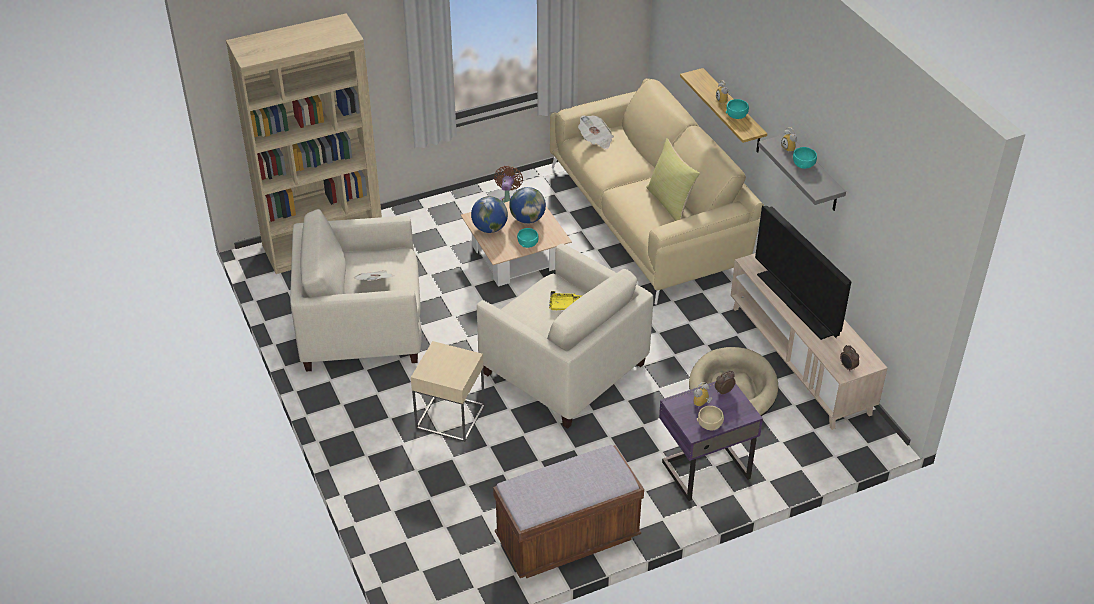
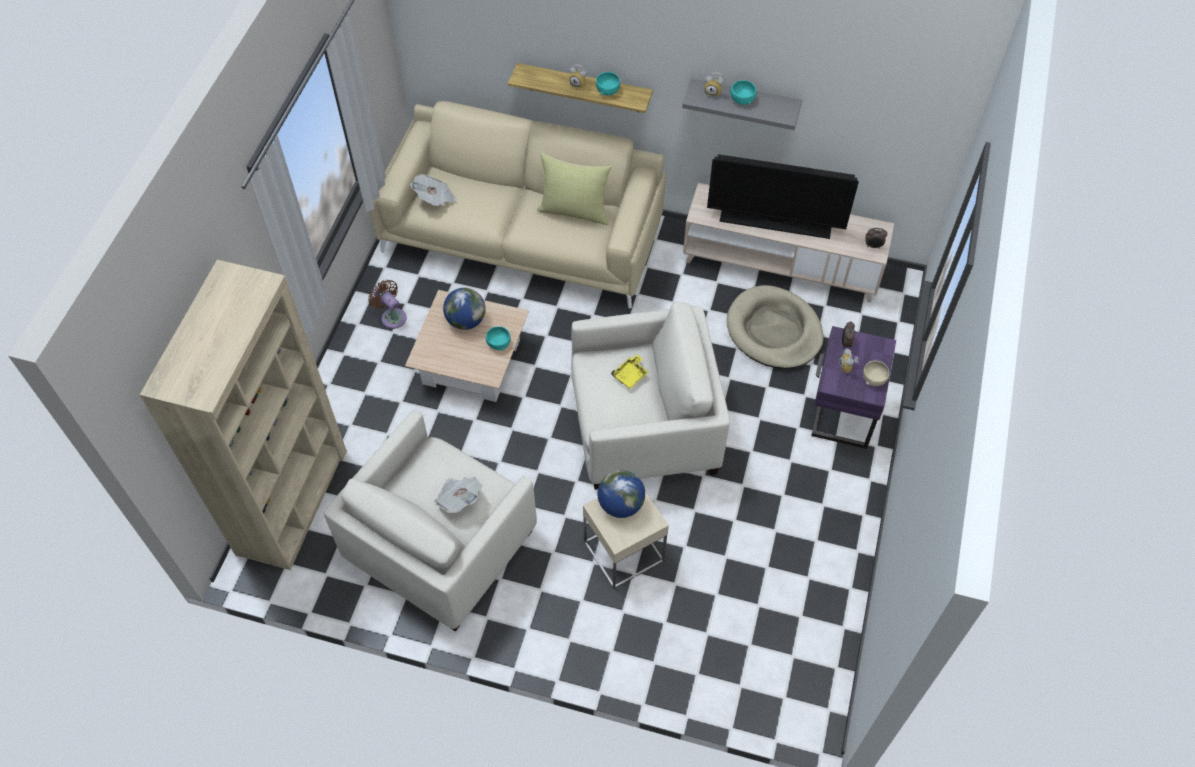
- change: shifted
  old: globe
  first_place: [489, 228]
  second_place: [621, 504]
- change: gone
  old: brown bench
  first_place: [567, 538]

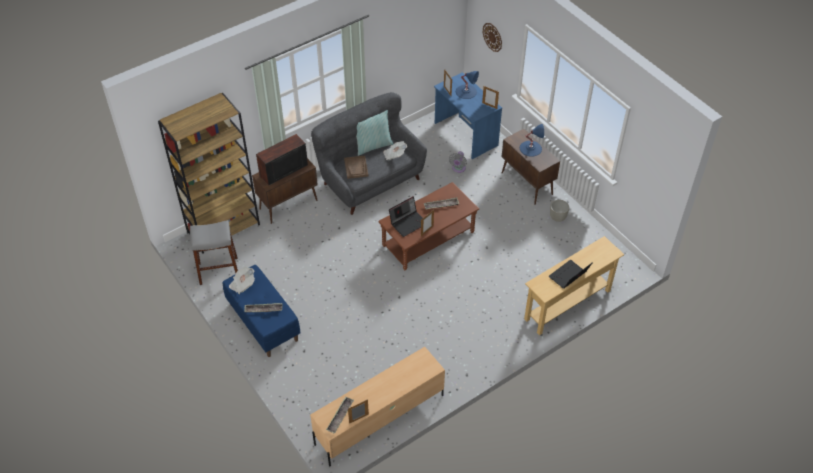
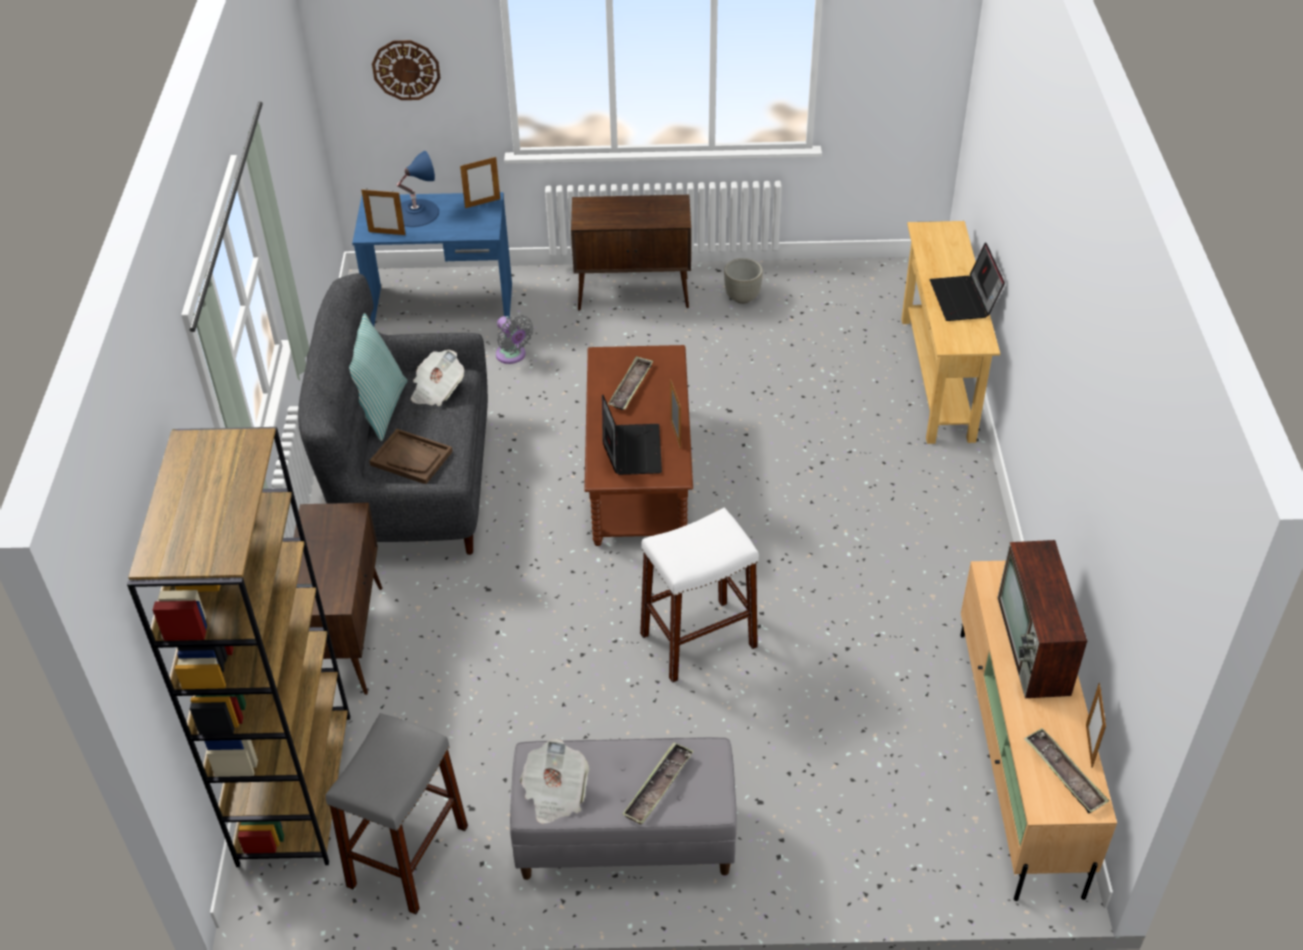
- change: gone
  old: blue table lamp
  first_place: [530, 148]
- change: shifted
  old: television
  first_place: [283, 171]
  second_place: [1034, 647]
- change: repainted
  old: blue bench
  new: grey bench
  first_place: [263, 322]
  second_place: [624, 839]
- change: new
  new: white stool
  second_place: [698, 640]

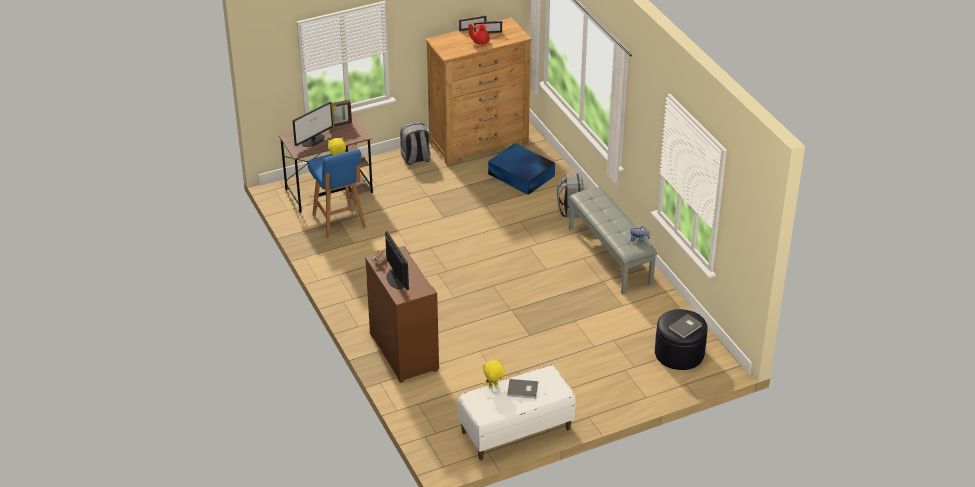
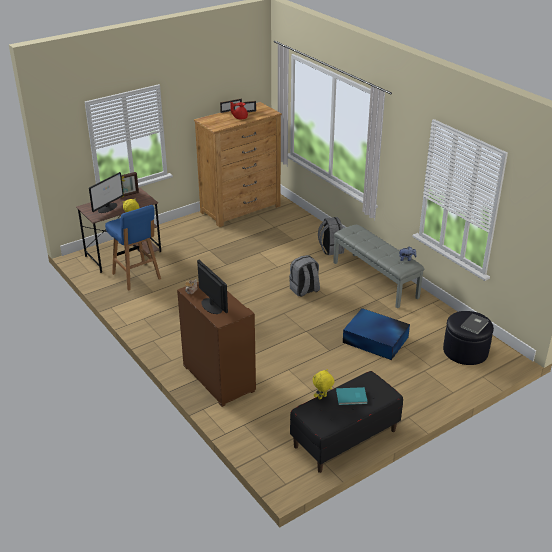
- change: shifted
  old: grey backpack
  first_place: [415, 158]
  second_place: [304, 290]
- change: shifted
  old: blue storage box
  first_place: [521, 175]
  second_place: [376, 340]
- change: repainted
  old: white bench
  new: black bench
  first_place: [516, 431]
  second_place: [345, 439]
- change: repainted
  old: grey book
  new: turquoise book
  first_place: [523, 390]
  second_place: [352, 397]

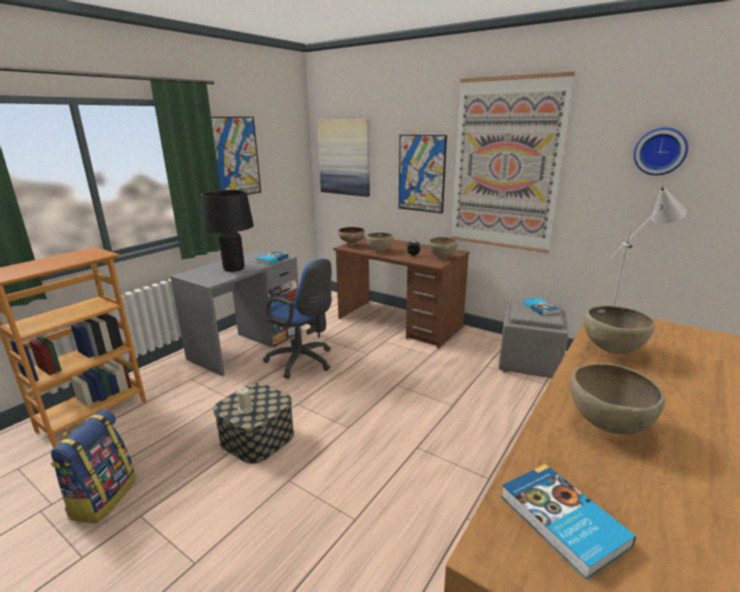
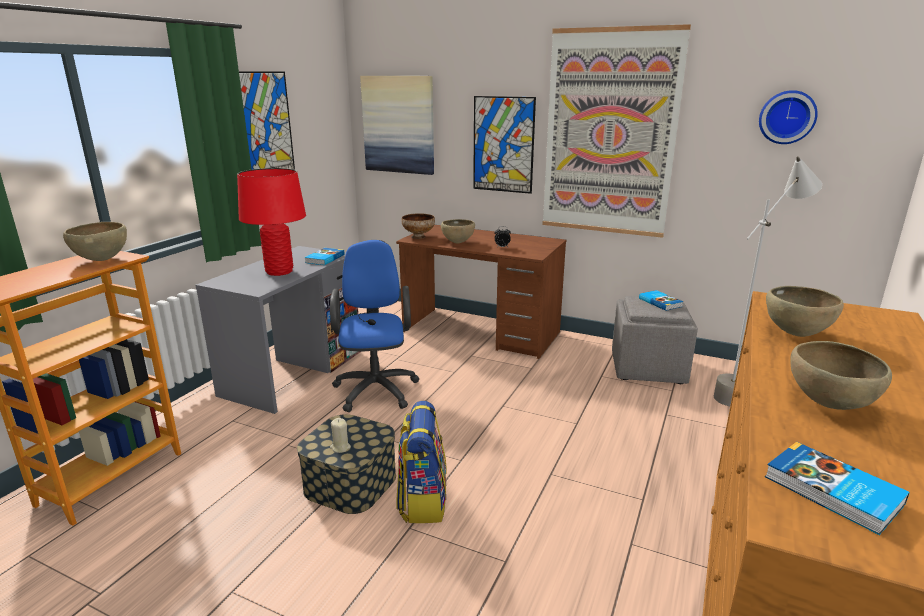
- change: repainted
  old: black table lamp
  new: red table lamp
  first_place: [234, 268]
  second_place: [279, 272]
- change: shifted
  old: brown bowl
  first_place: [442, 257]
  second_place: [102, 260]
- change: rotated
  old: blue office chair
  first_place: [303, 362]
  second_place: [376, 388]
  degrees: -120
- change: shifted
  old: backpack
  first_place: [103, 497]
  second_place: [422, 500]

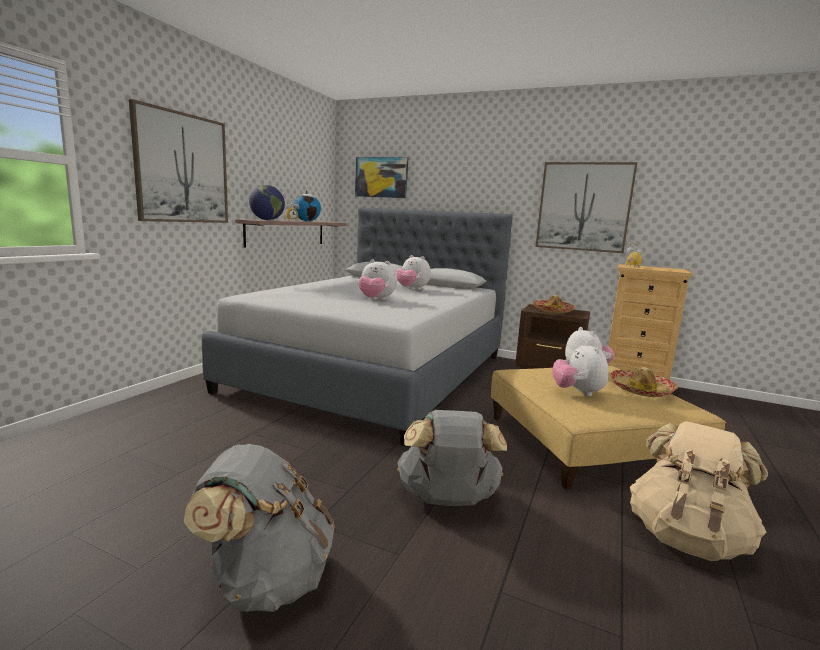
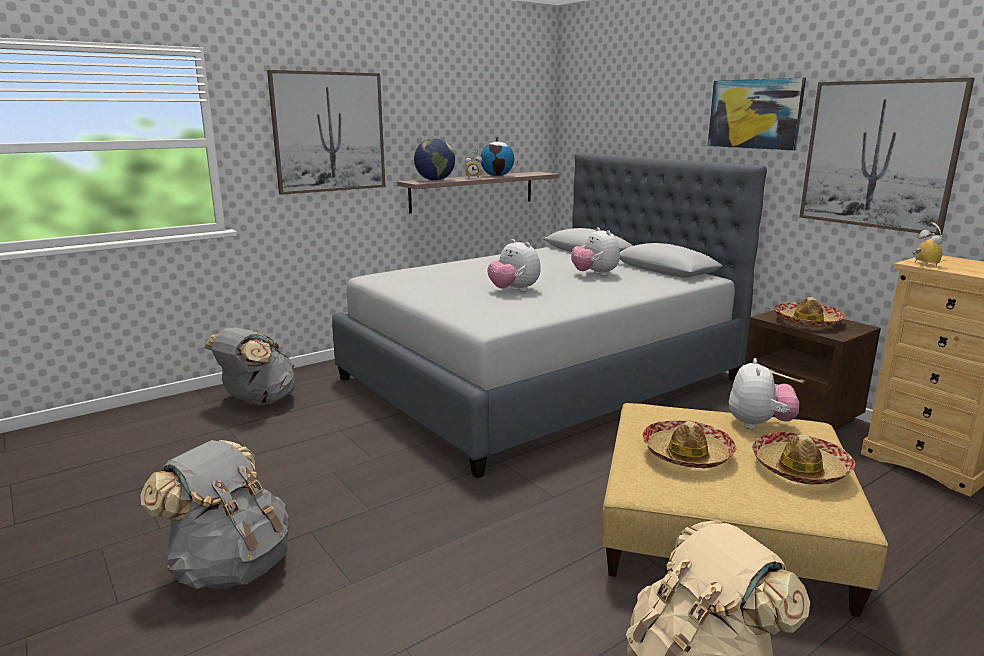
- change: shifted
  old: picture
  first_place: [381, 177]
  second_place: [754, 114]
- change: swapped
  old: plush toy
  new: hat
  first_place: [577, 392]
  second_place: [687, 454]
- change: shifted
  old: grey backpack
  first_place: [447, 500]
  second_place: [258, 401]

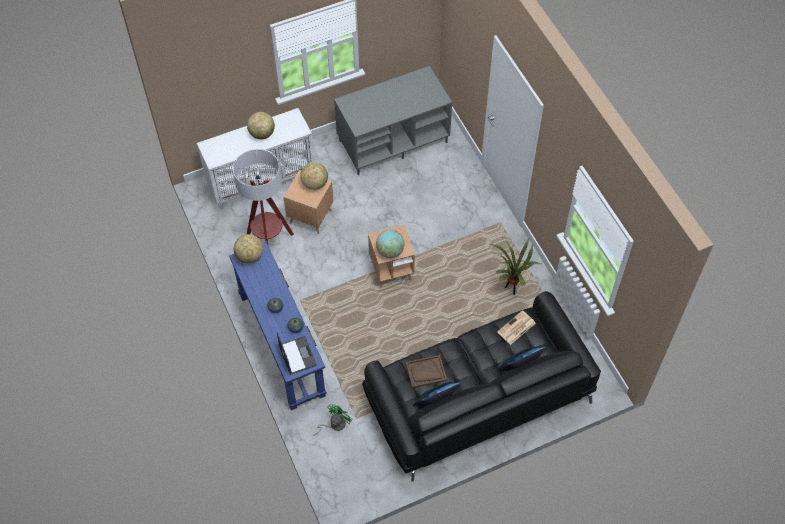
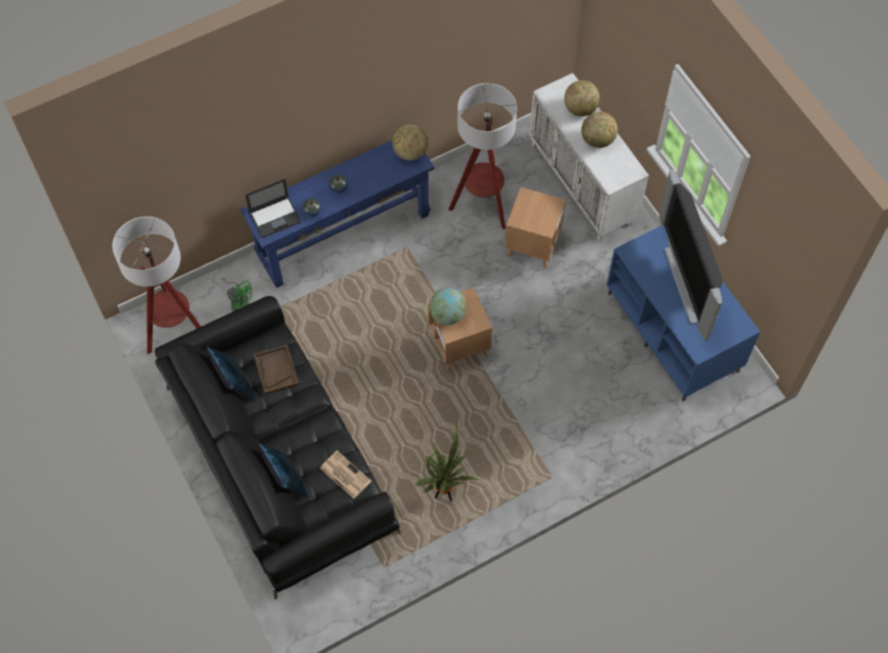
- change: repainted
  old: grey tv stand
  new: blue tv stand
  first_place: [393, 140]
  second_place: [674, 332]
- change: shifted
  old: globe
  first_place: [314, 183]
  second_place: [580, 108]
- change: new
  new: television
  second_place: [688, 283]
- change: new
  new: floor lamp
  second_place: [176, 331]

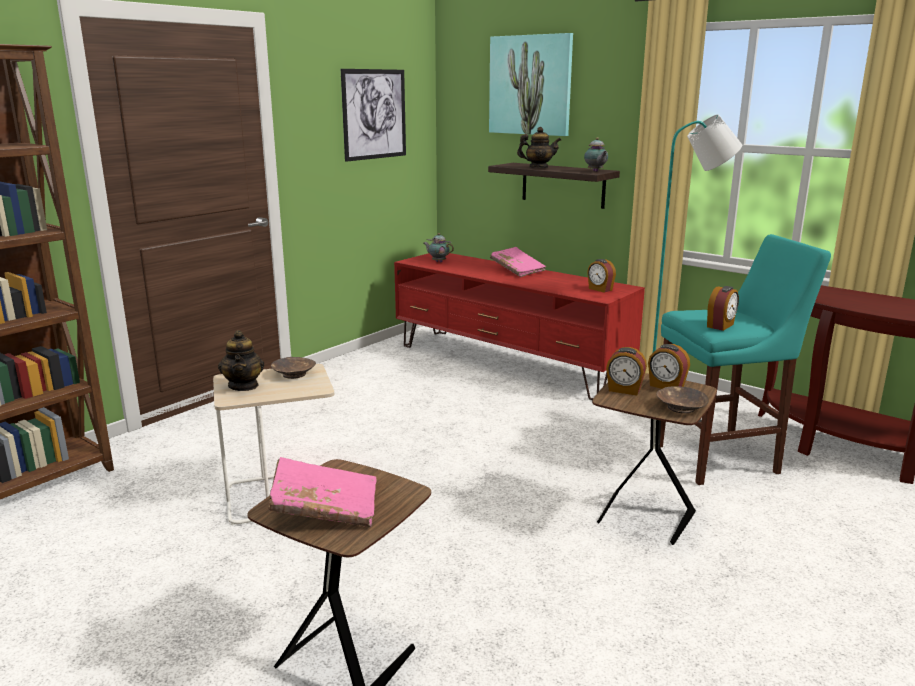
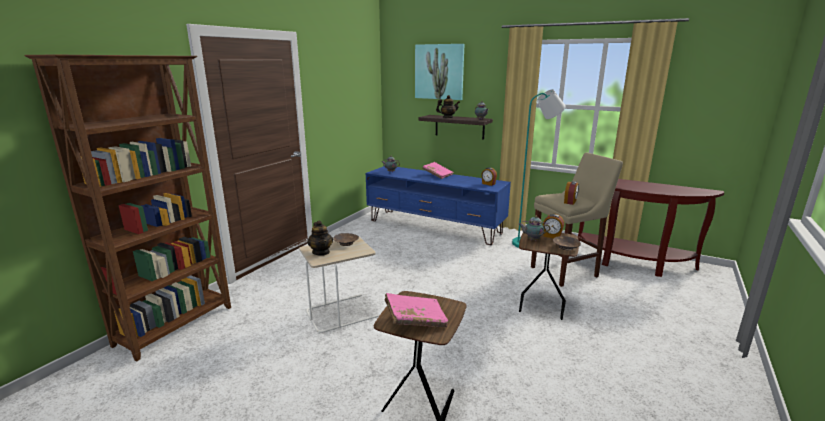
- change: gone
  old: picture
  first_place: [374, 114]
- change: repainted
  old: turquoise stool
  new: beige stool
  first_place: [722, 458]
  second_place: [566, 271]
- change: repainted
  old: red tv stand
  new: blue tv stand
  first_place: [509, 363]
  second_place: [434, 227]
- change: swapped
  old: alarm clock
  new: teapot
  first_place: [624, 390]
  second_place: [532, 240]

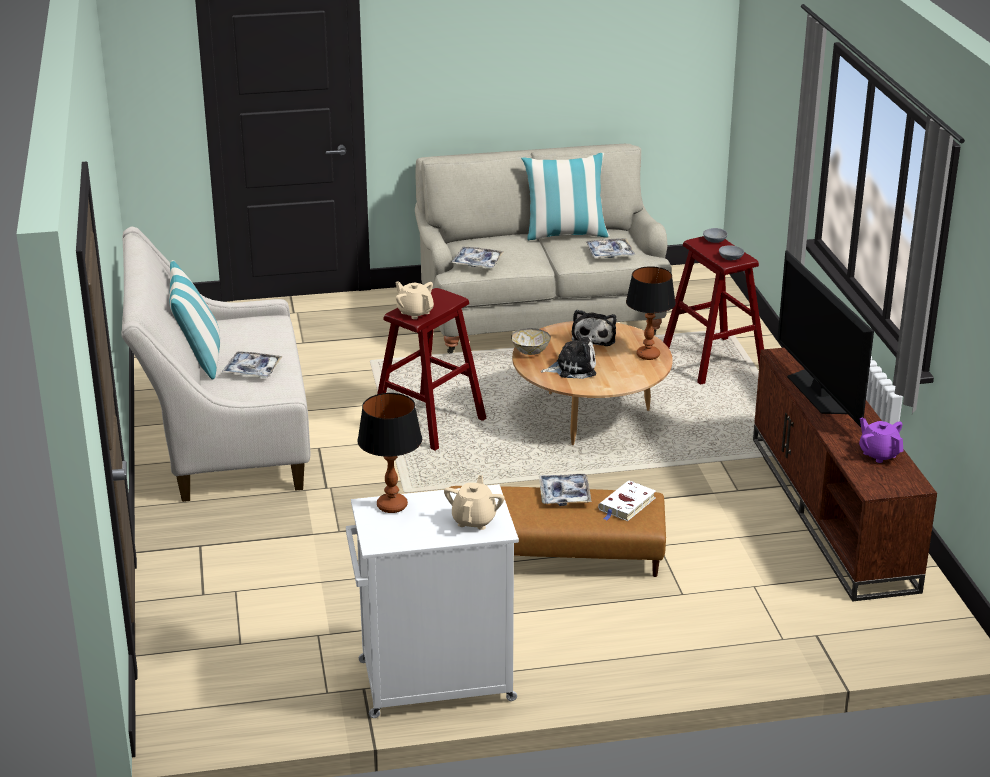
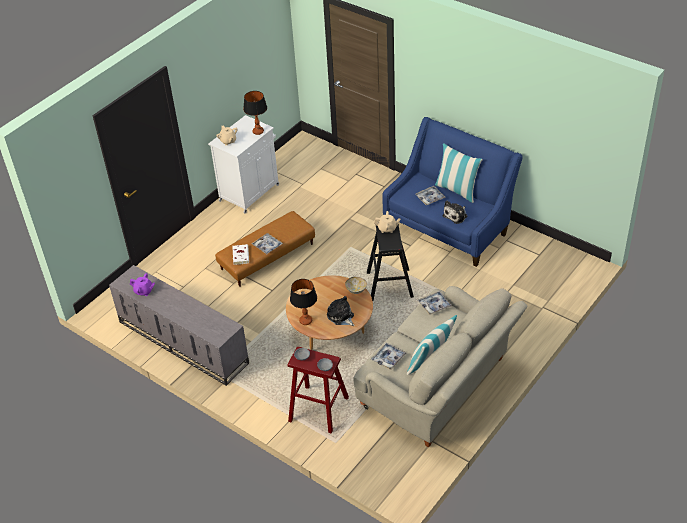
- change: repainted
  old: beige sofa
  new: blue sofa
  first_place: [222, 439]
  second_place: [449, 226]
- change: gone
  old: television
  first_place: [819, 392]
- change: repainted
  old: red stool
  new: black stool
  first_place: [429, 422]
  second_place: [389, 284]
- change: shifted
  old: plush toy
  first_place: [572, 368]
  second_place: [456, 215]
- change: repainted
  old: brown tv stand
  new: grey tv stand
  first_place: [833, 512]
  second_place: [181, 342]

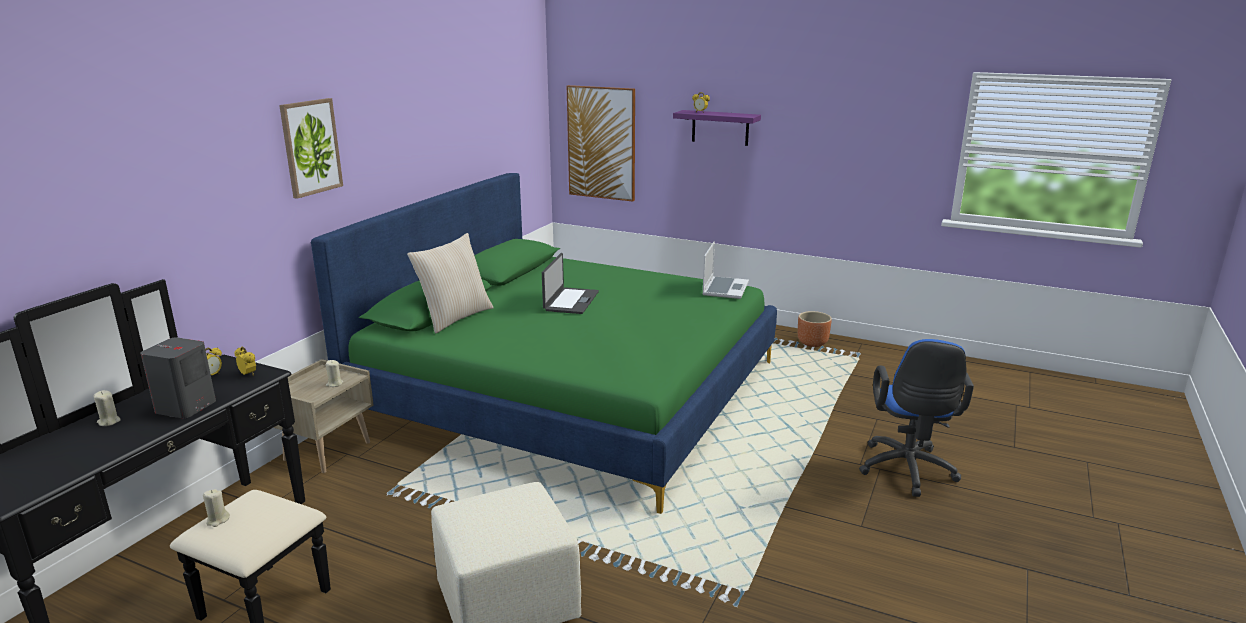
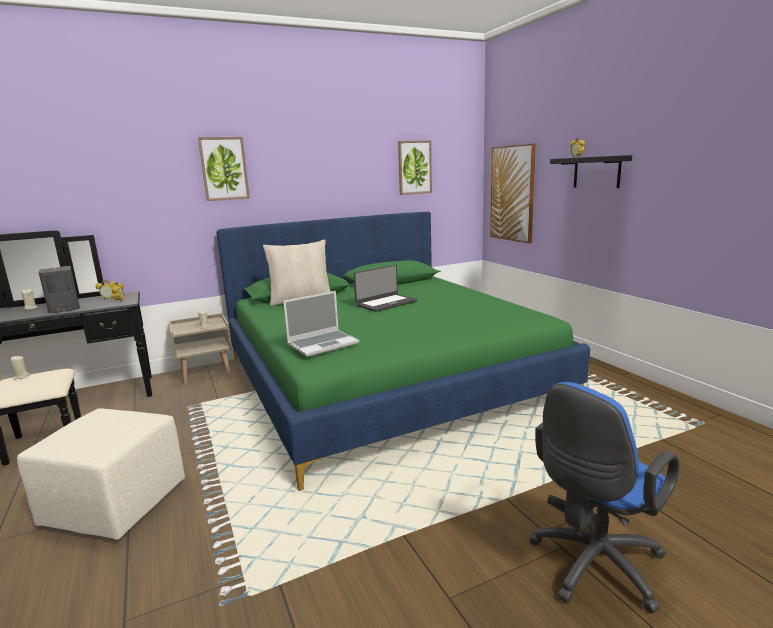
- change: repainted
  old: purple shelf
  new: black shelf
  first_place: [720, 127]
  second_place: [596, 172]
- change: shifted
  old: laptop
  first_place: [724, 288]
  second_place: [323, 344]
- change: gone
  old: brown planter
  first_place: [813, 343]
- change: new
  new: picture
  second_place: [414, 167]

